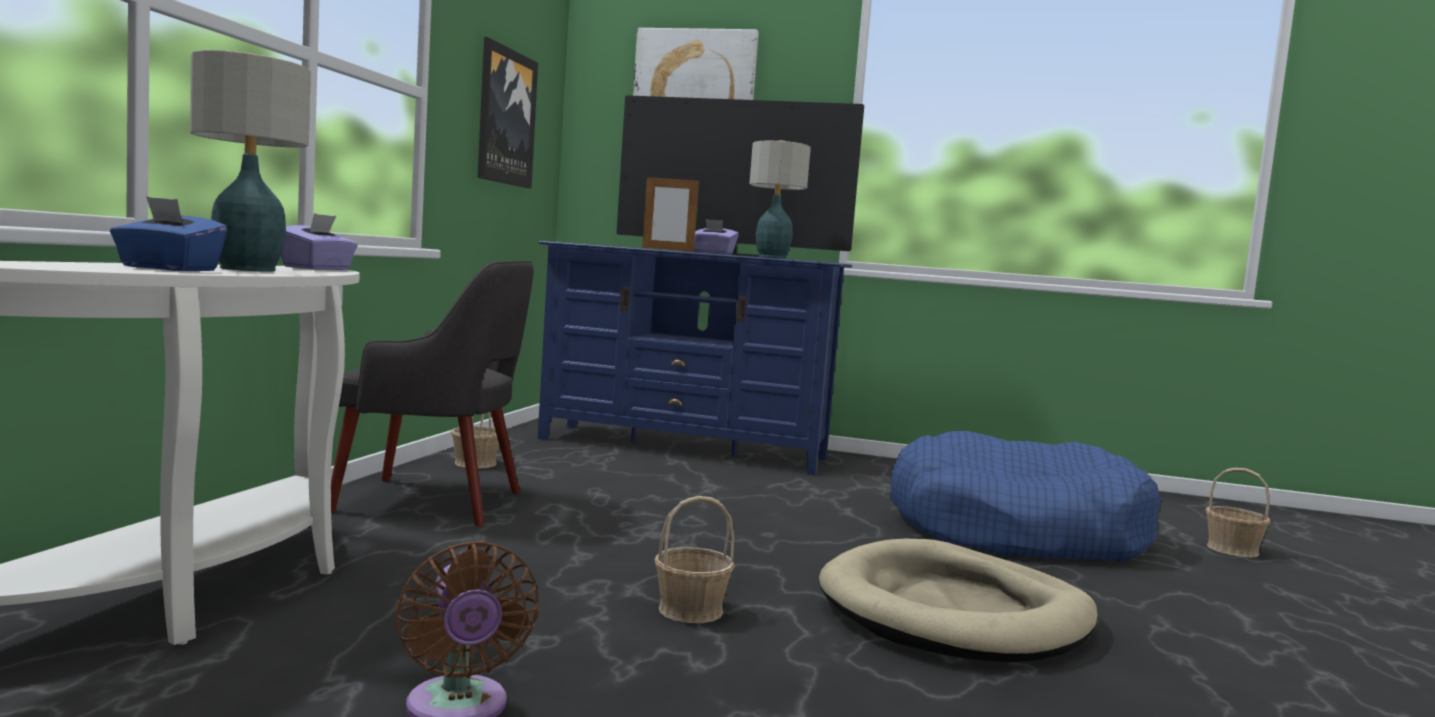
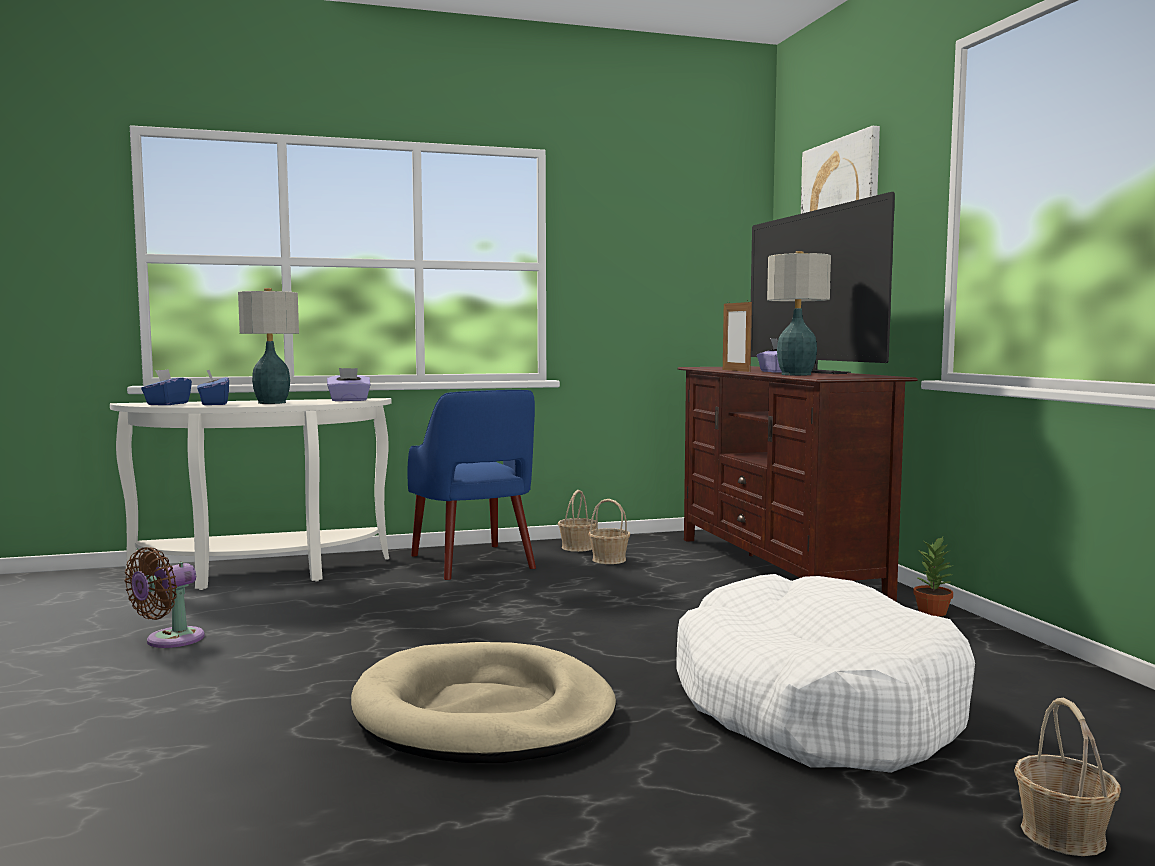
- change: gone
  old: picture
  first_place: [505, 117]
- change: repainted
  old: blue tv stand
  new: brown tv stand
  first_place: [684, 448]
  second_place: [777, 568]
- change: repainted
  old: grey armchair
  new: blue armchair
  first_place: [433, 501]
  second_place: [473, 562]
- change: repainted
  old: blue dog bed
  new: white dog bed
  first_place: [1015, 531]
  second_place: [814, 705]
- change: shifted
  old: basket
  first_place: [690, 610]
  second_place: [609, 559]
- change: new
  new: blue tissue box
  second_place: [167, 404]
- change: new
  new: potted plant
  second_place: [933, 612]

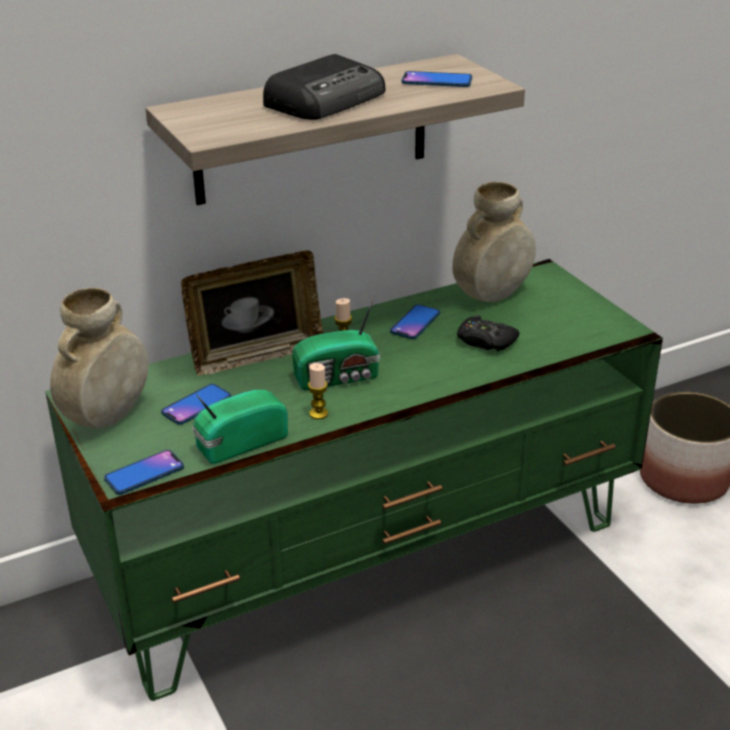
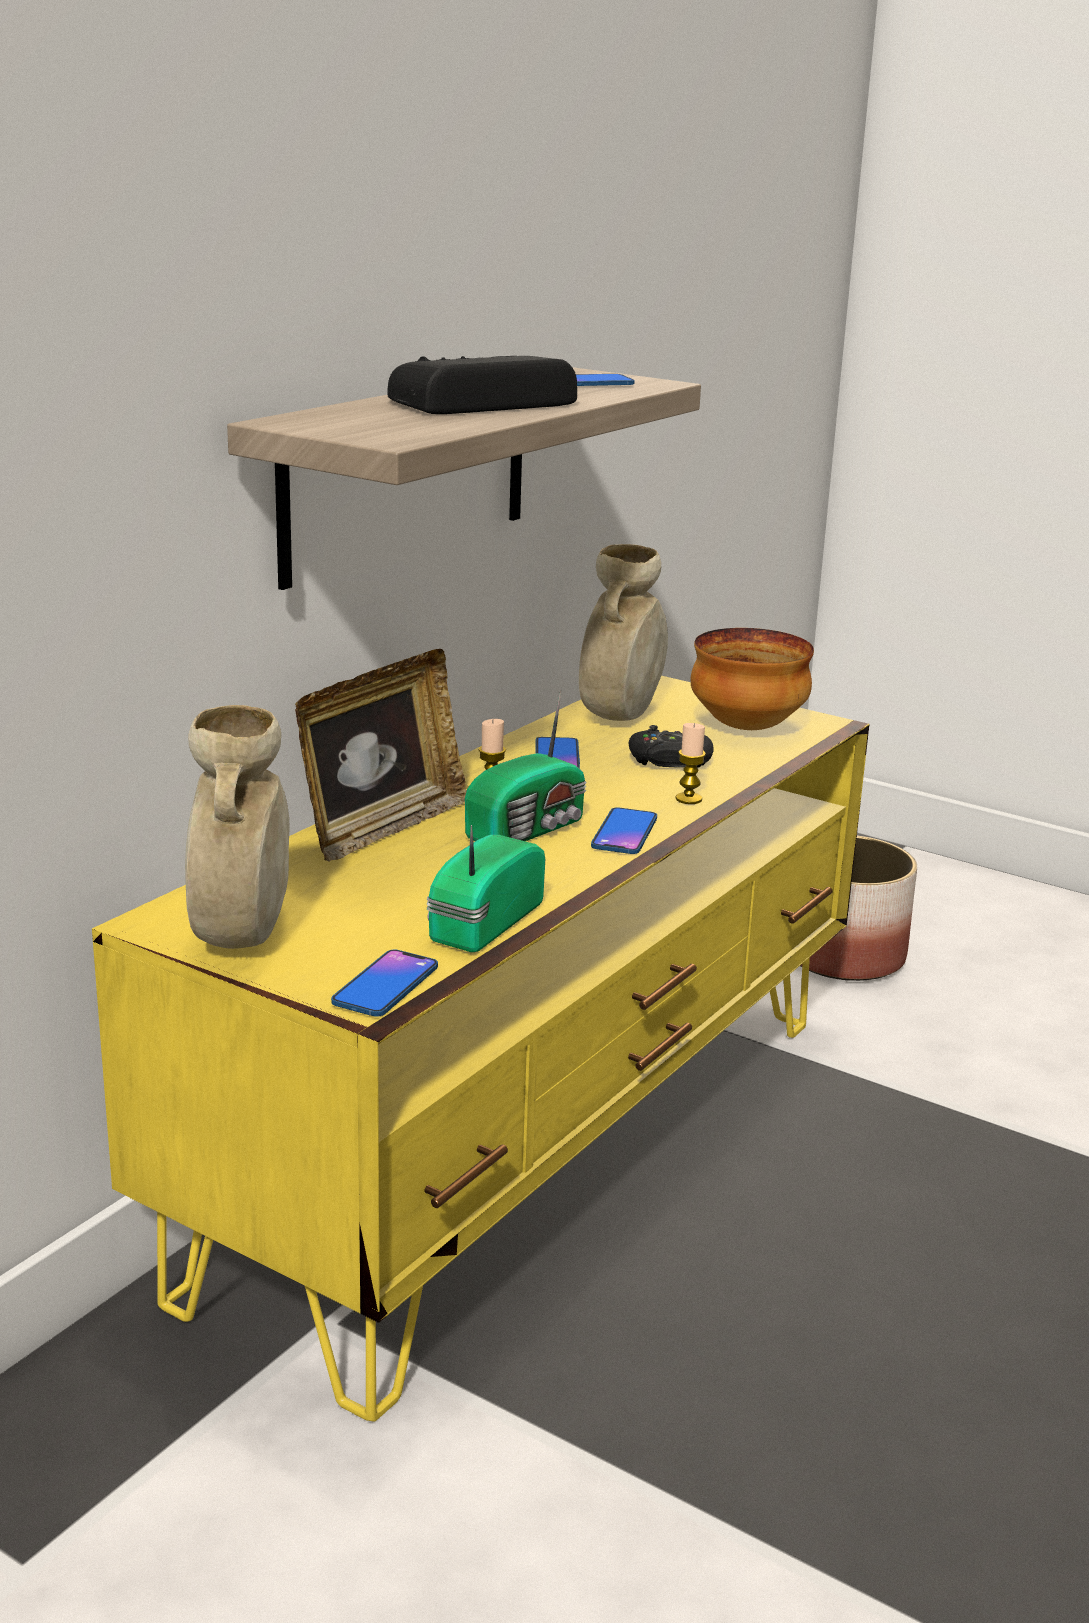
- change: rotated
  old: radio
  first_place: [327, 99]
  second_place: [478, 403]
  degrees: -135
- change: repainted
  old: green tv stand
  new: yellow tv stand
  first_place: [367, 559]
  second_place: [533, 1147]
- change: shifted
  old: candle
  first_place: [318, 413]
  second_place: [688, 799]
- change: shifted
  old: phone
  first_place: [196, 405]
  second_place: [624, 833]
- change: new
  new: bowl
  second_place: [745, 727]

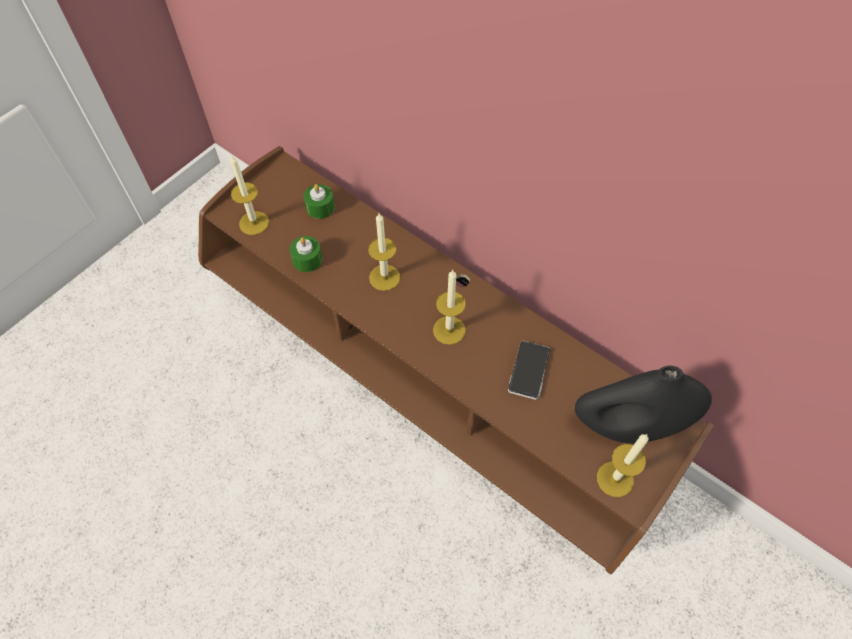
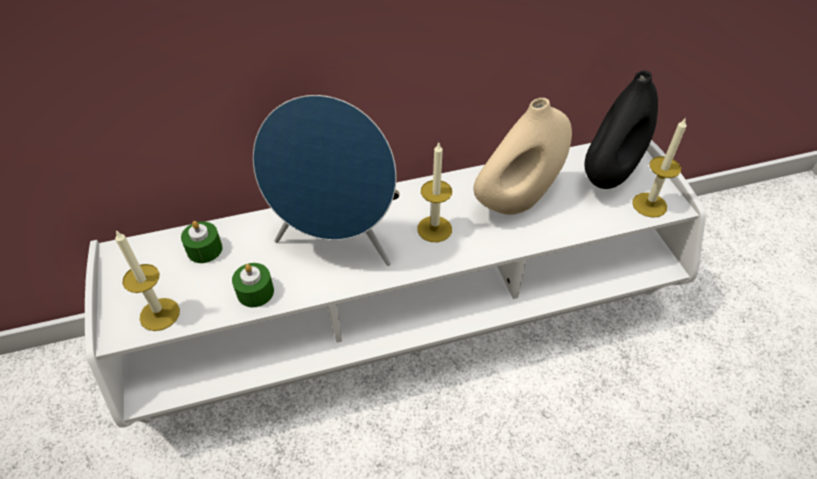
- change: repainted
  old: brown tv stand
  new: white tv stand
  first_place: [427, 383]
  second_place: [409, 327]
- change: swapped
  old: candle
  new: blue speaker
  first_place: [384, 277]
  second_place: [336, 243]
- change: swapped
  old: phone
  new: beige vase
  first_place: [529, 370]
  second_place: [516, 201]

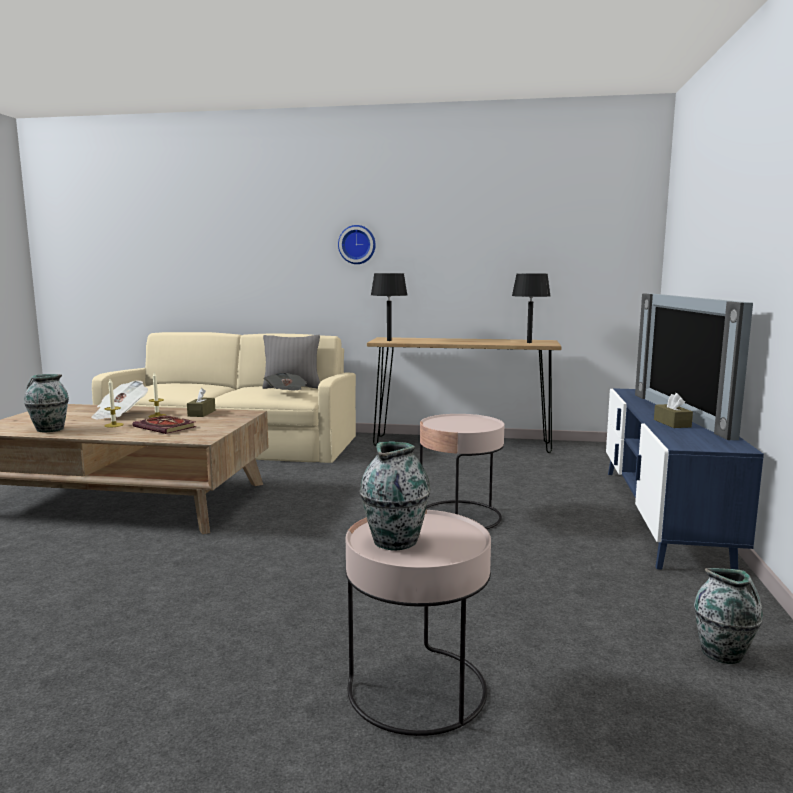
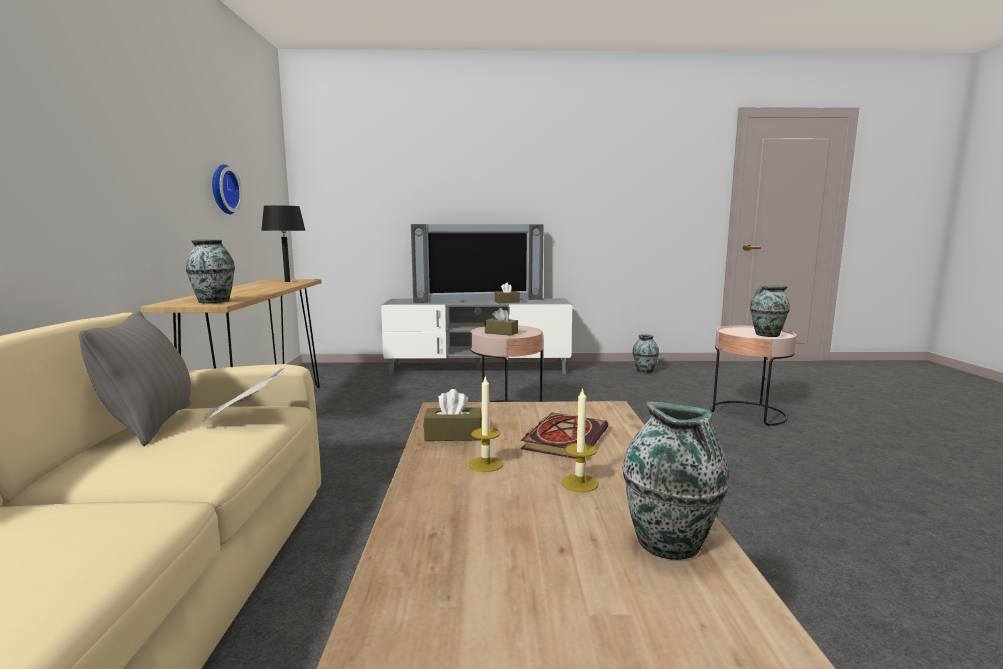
- change: shifted
  old: wall clock
  first_place: [357, 244]
  second_place: [222, 189]
- change: swapped
  old: black table lamp
  new: vase
  first_place: [389, 340]
  second_place: [214, 302]
- change: gone
  old: newspaper
  first_place: [120, 414]
- change: repainted
  old: blue tv stand
  new: grey tv stand
  first_place: [661, 514]
  second_place: [478, 369]
- change: new
  new: brown tissue box
  second_place: [501, 333]

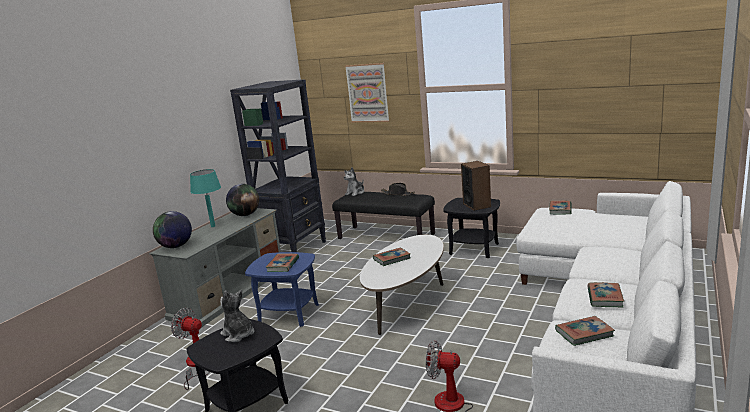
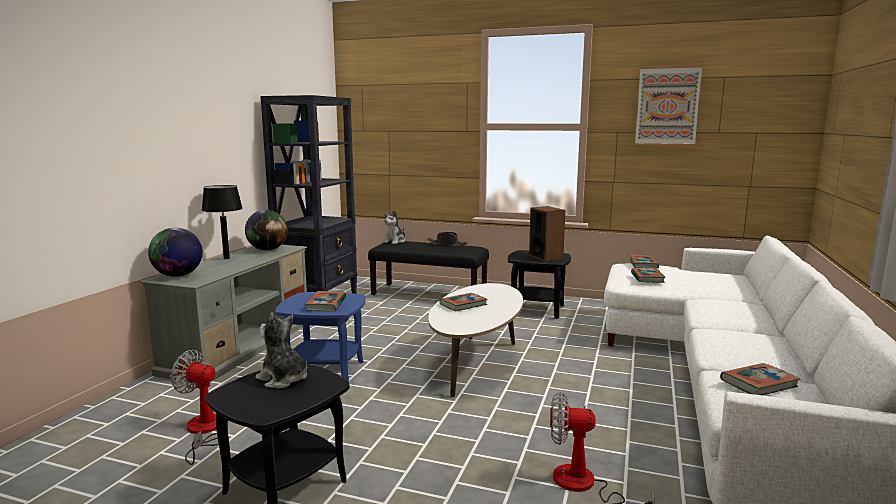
- change: shifted
  old: picture
  first_place: [367, 93]
  second_place: [667, 106]
- change: repainted
  old: turquoise table lamp
  new: black table lamp
  first_place: [213, 226]
  second_place: [226, 258]
- change: shifted
  old: book
  first_place: [605, 297]
  second_place: [647, 278]

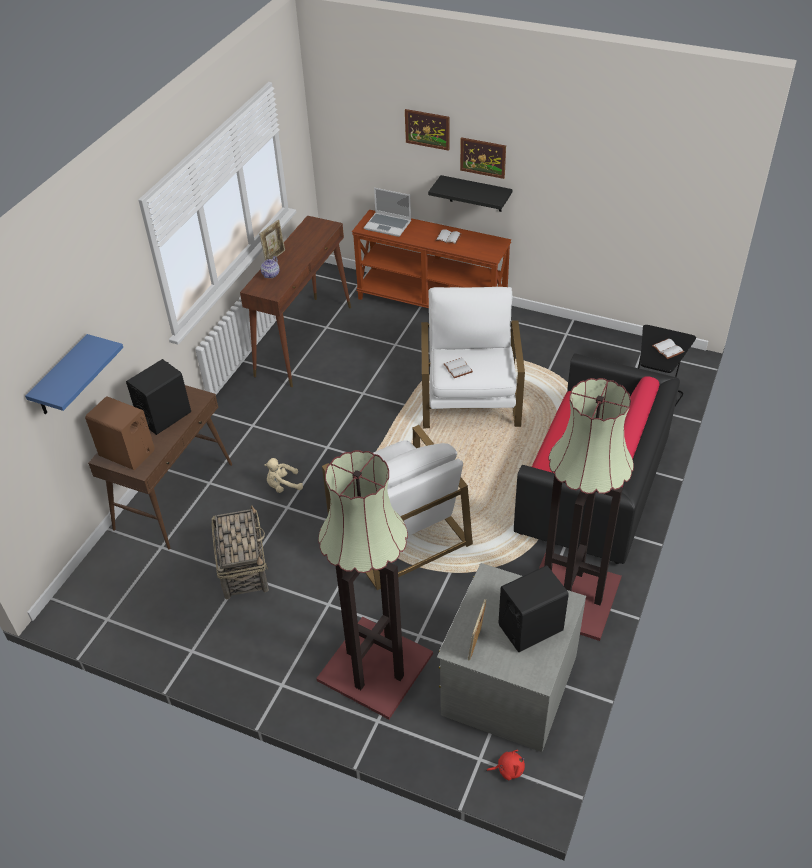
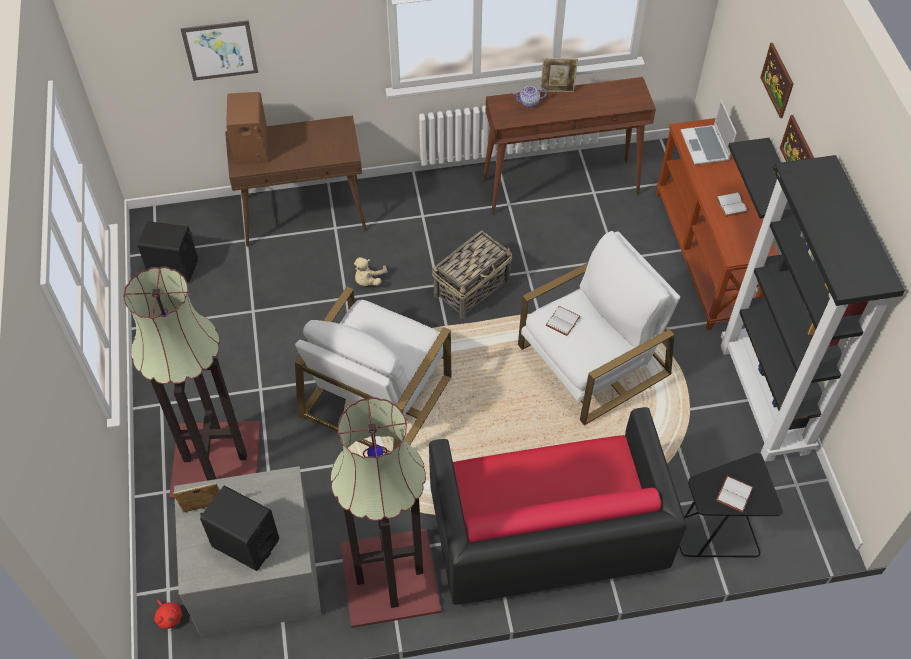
- change: swapped
  old: blue shelf
  new: picture
  first_place: [61, 377]
  second_place: [220, 50]
- change: shifted
  old: black speaker
  first_place: [165, 416]
  second_place: [174, 268]
- change: rotated
  old: beige plush toy
  first_place: [283, 485]
  second_place: [368, 280]
  degrees: -105
- change: shifted
  old: basket
  first_place: [243, 566]
  second_place: [472, 287]
- change: new
  new: black bookcase
  second_place: [765, 399]

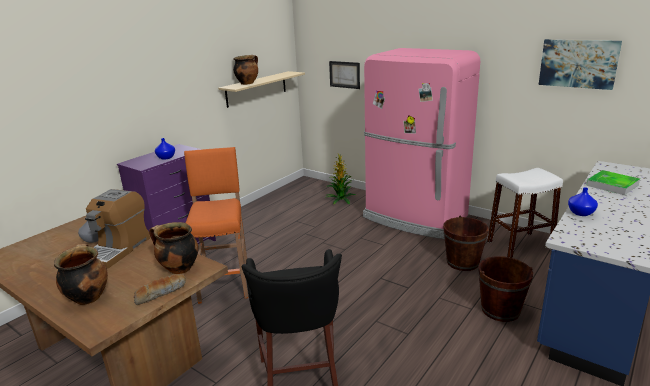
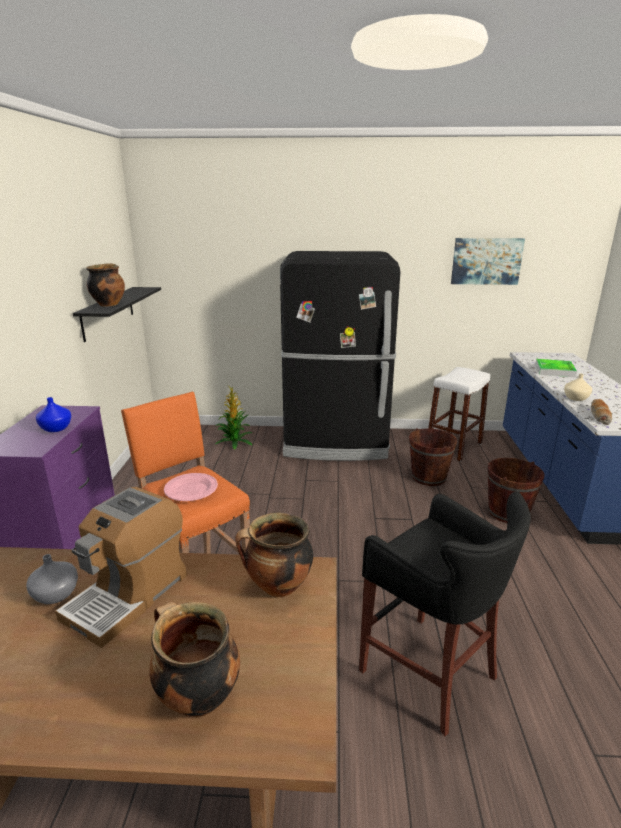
- change: repainted
  old: pink fridge
  new: black fridge
  first_place: [414, 217]
  second_place: [336, 443]
- change: gone
  old: picture
  first_place: [344, 74]
- change: repainted
  old: beige shelf
  new: black shelf
  first_place: [256, 89]
  second_place: [108, 312]
- change: repainted
  old: blue vase
  new: beige vase
  first_place: [581, 213]
  second_place: [576, 398]
- change: rotated
  old: coffee machine
  first_place: [117, 249]
  second_place: [128, 595]
  degrees: 45
- change: shifted
  old: bread
  first_place: [161, 293]
  second_place: [599, 416]
- change: new
  new: pink plate
  second_place: [191, 490]

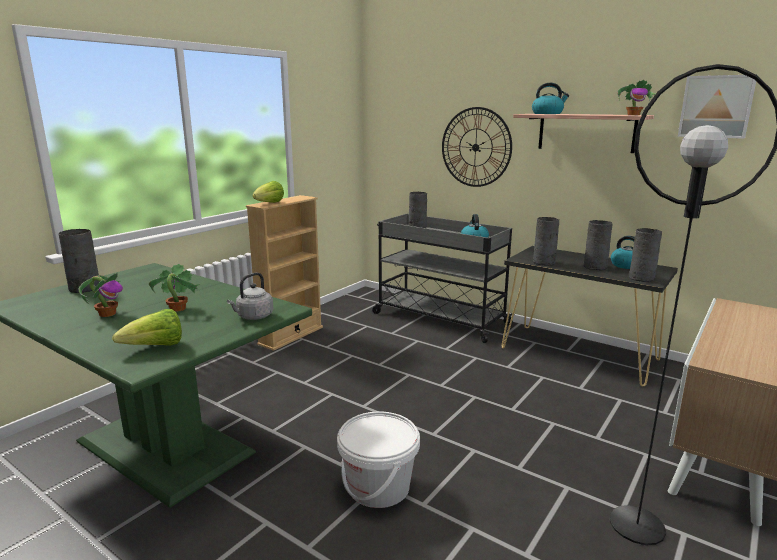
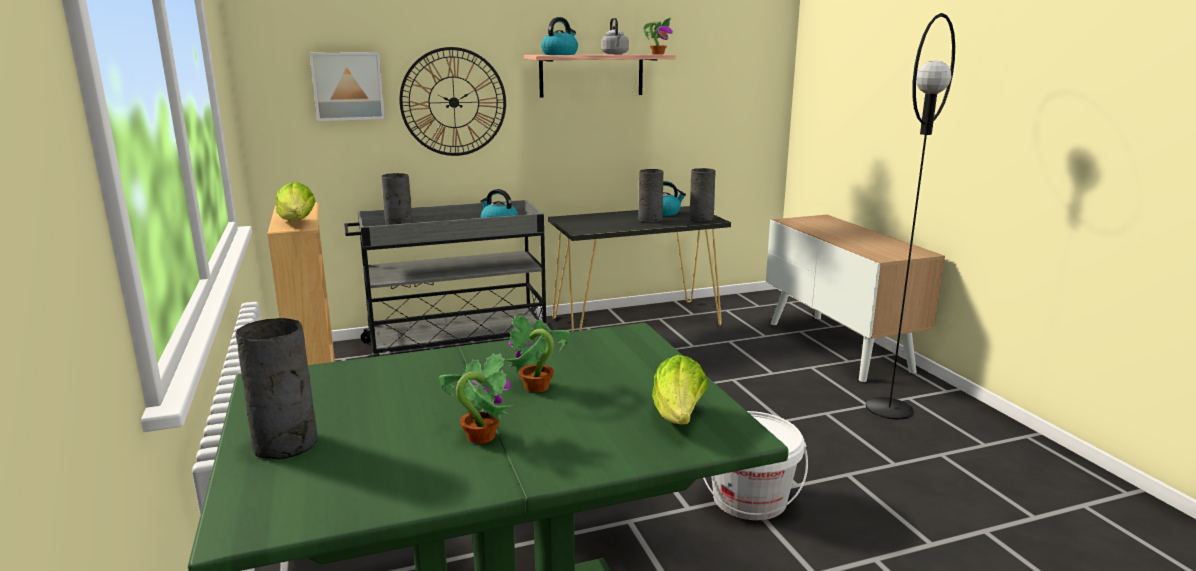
- change: shifted
  old: picture
  first_place: [716, 106]
  second_place: [348, 86]
- change: gone
  old: grey vase
  first_place: [544, 263]
- change: shifted
  old: grey kettle
  first_place: [253, 317]
  second_place: [615, 54]

